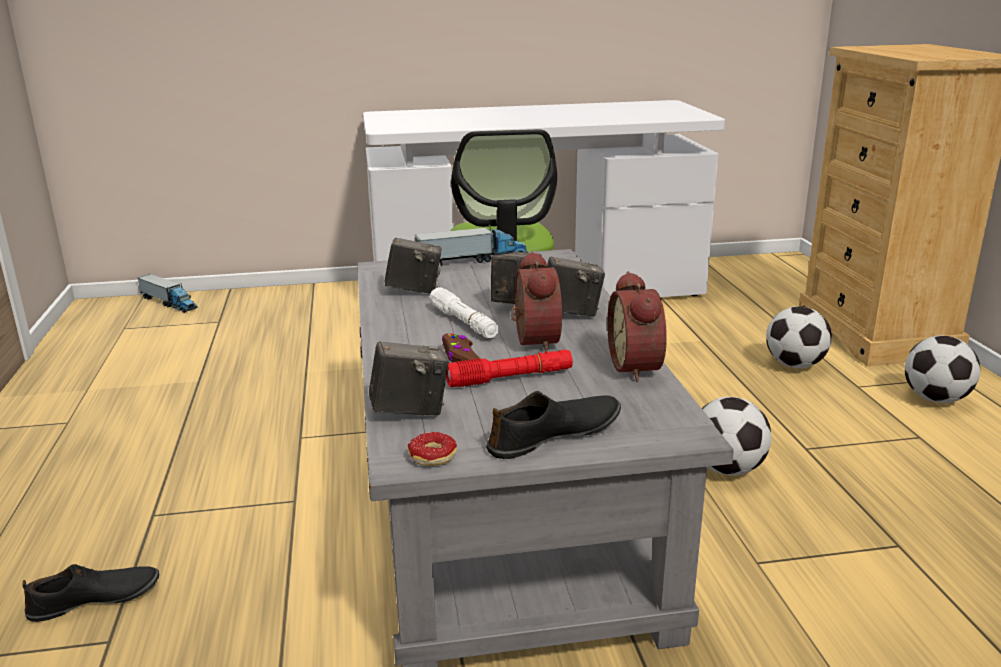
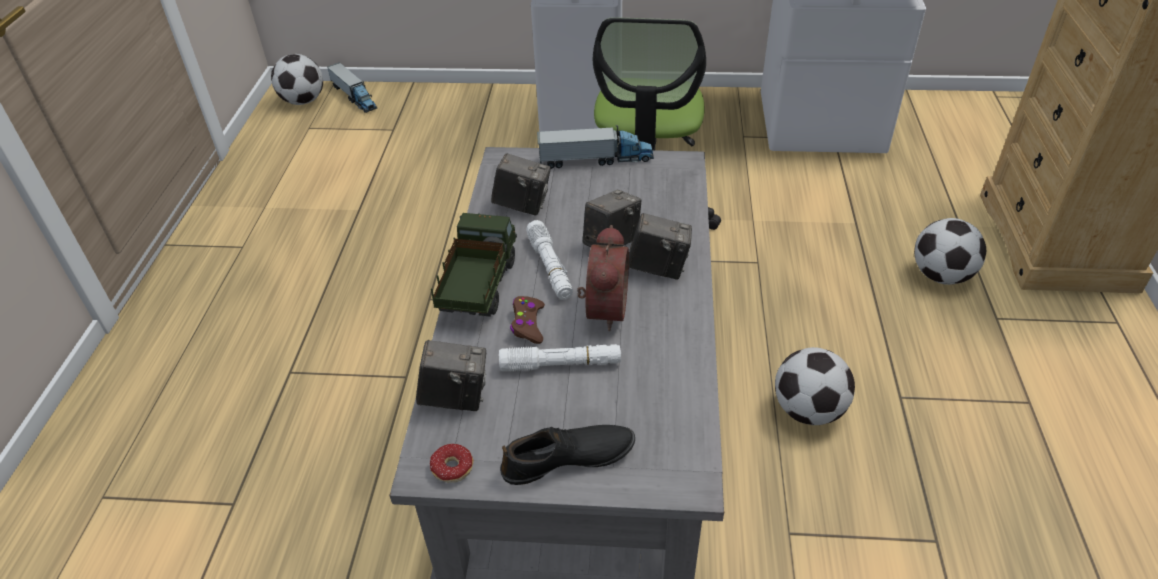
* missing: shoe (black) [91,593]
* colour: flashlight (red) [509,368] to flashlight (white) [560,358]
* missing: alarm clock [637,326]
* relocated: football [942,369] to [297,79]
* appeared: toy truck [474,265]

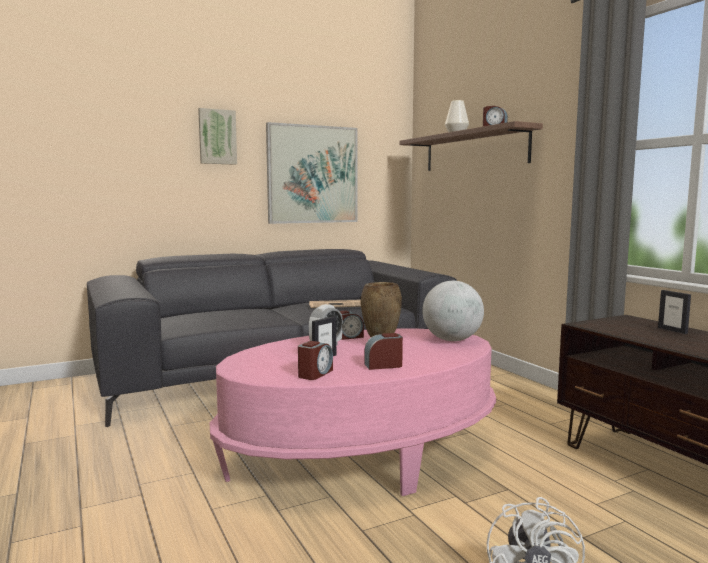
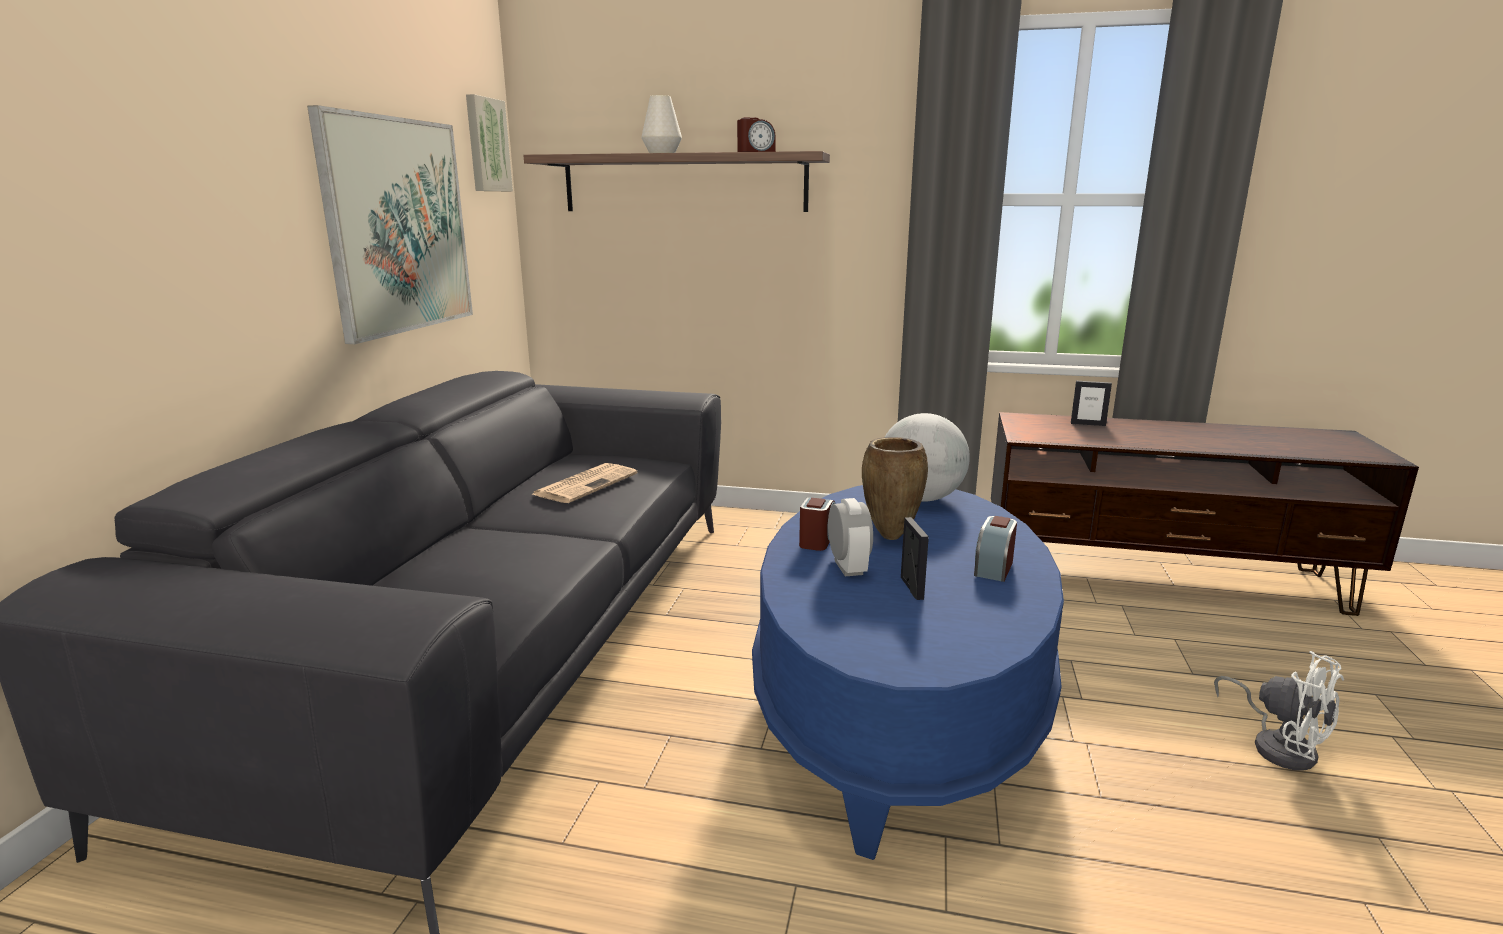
* relocated: picture [217,136] to [489,142]
* colour: coffee table (pink) [353,412] to coffee table (blue) [908,672]
* missing: alarm clock [315,360]

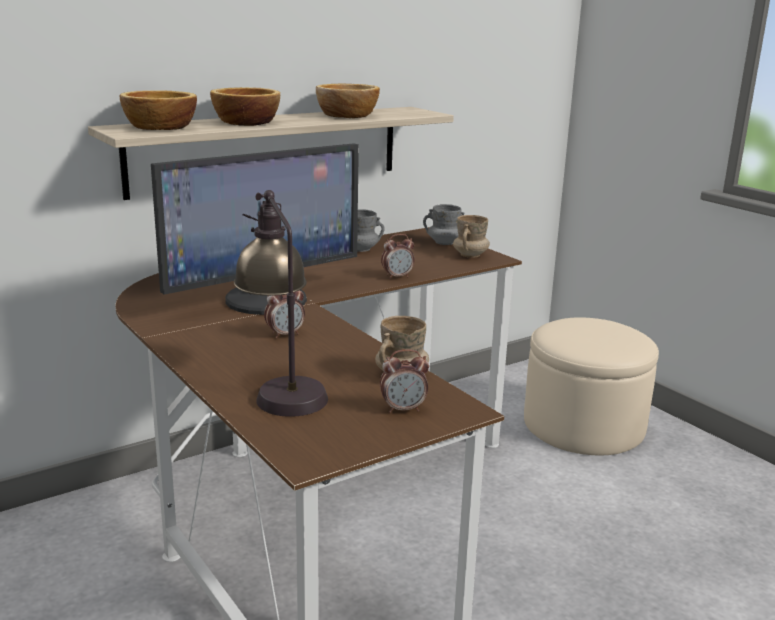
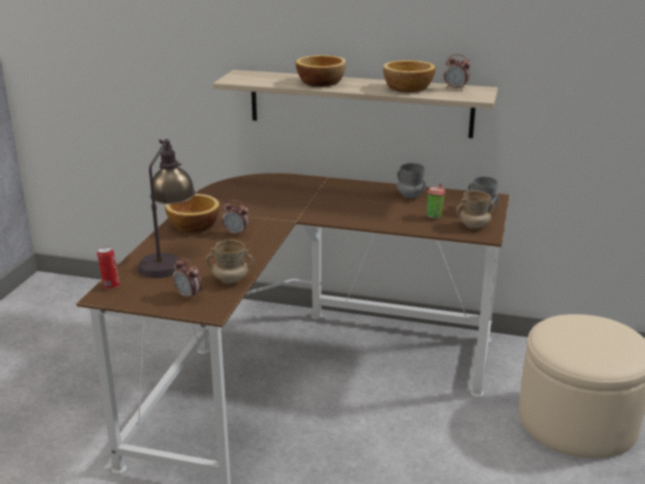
* relocated: bowl [158,110] to [192,213]
* missing: monitor [255,229]
* relocated: alarm clock [397,256] to [457,72]
* appeared: can [108,267]
* appeared: cup [436,201]

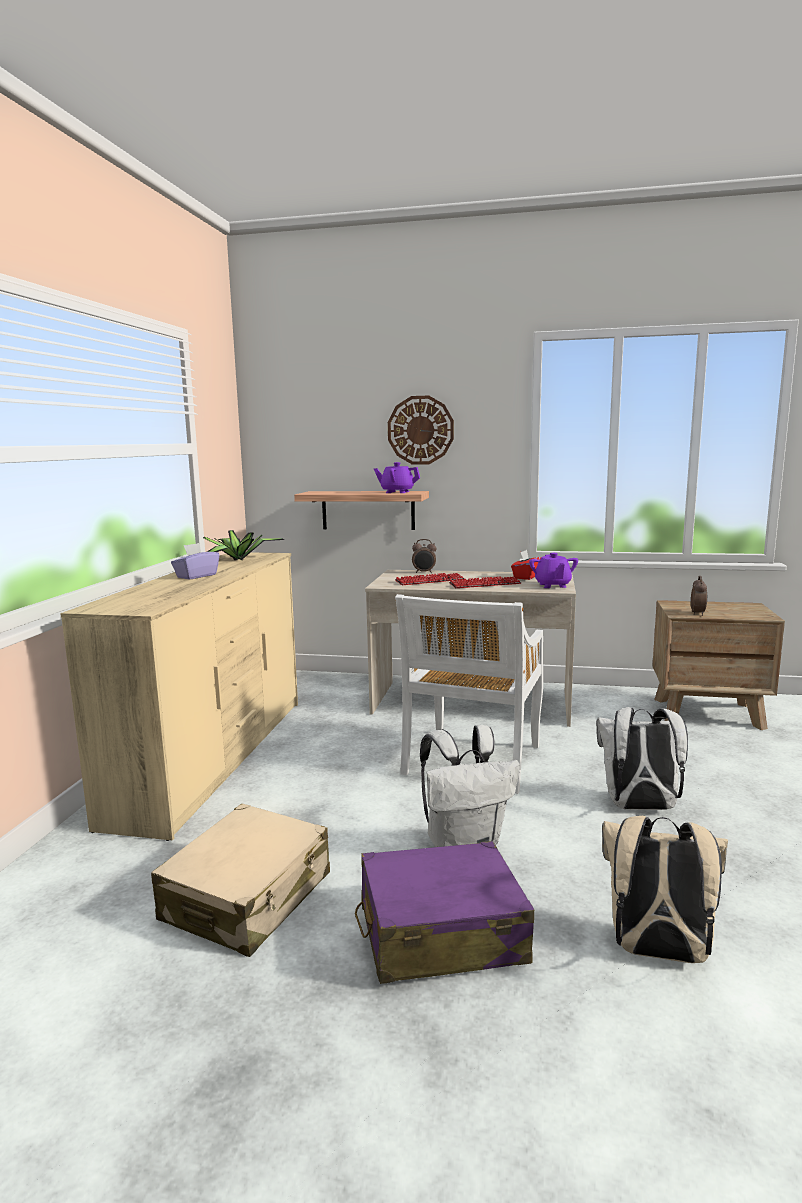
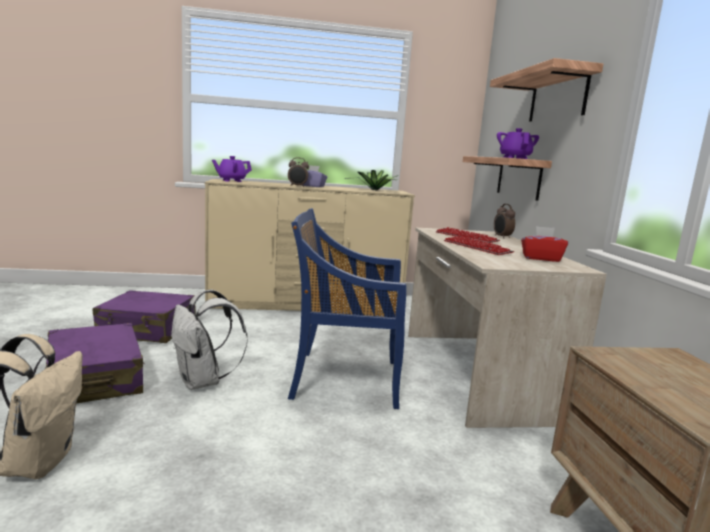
* colour: suitcase (beige) [240,880] to suitcase (purple) [144,316]
* exchanged: wall clock [421,430] to shelf [546,90]
* colour: chair (white) [469,694] to chair (blue) [347,308]
* relocated: teapot (purple) [553,570] to [232,169]
* missing: backpack (white) [642,758]
* relocated: alarm clock [699,596] to [298,172]

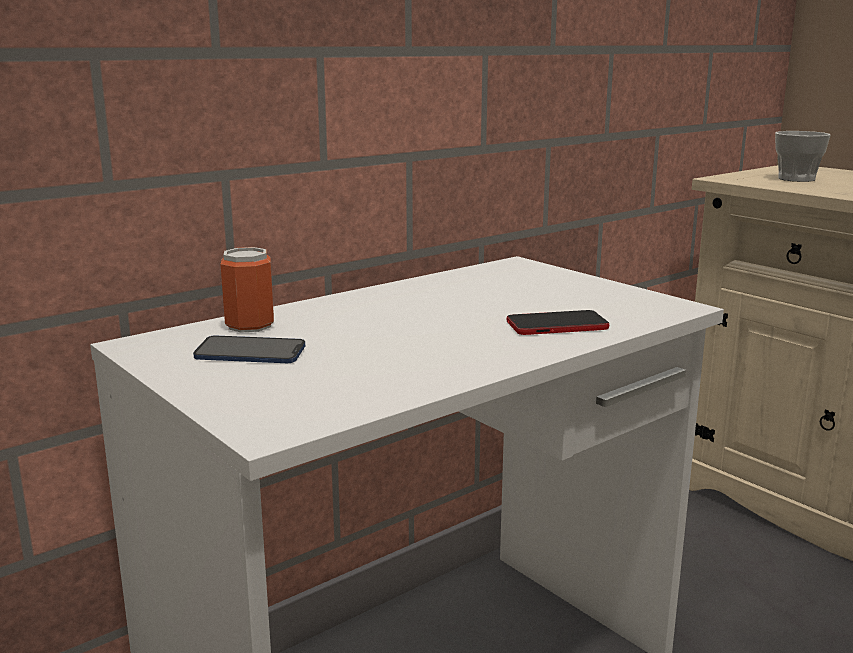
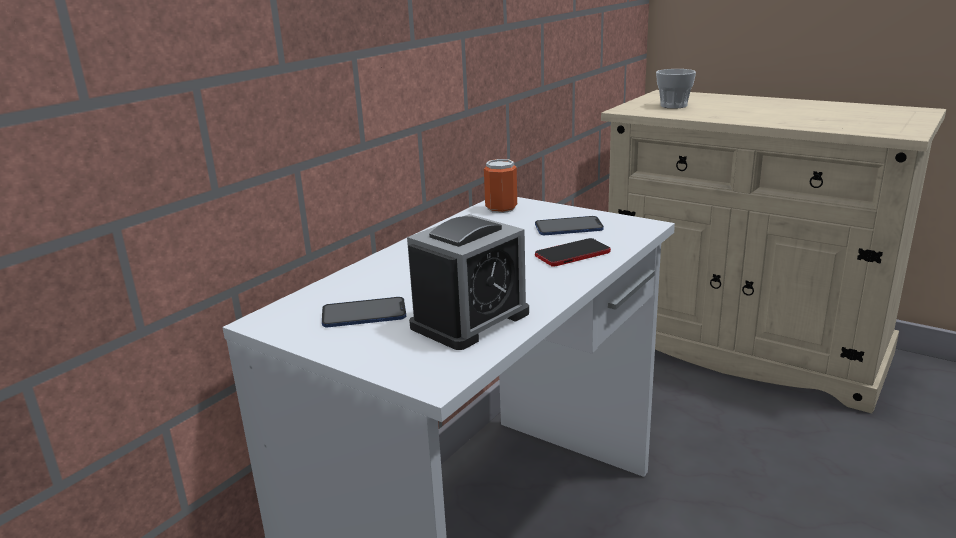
* relocated: can [247,290] to [500,186]
* appeared: alarm clock [468,282]
* appeared: phone [569,225]

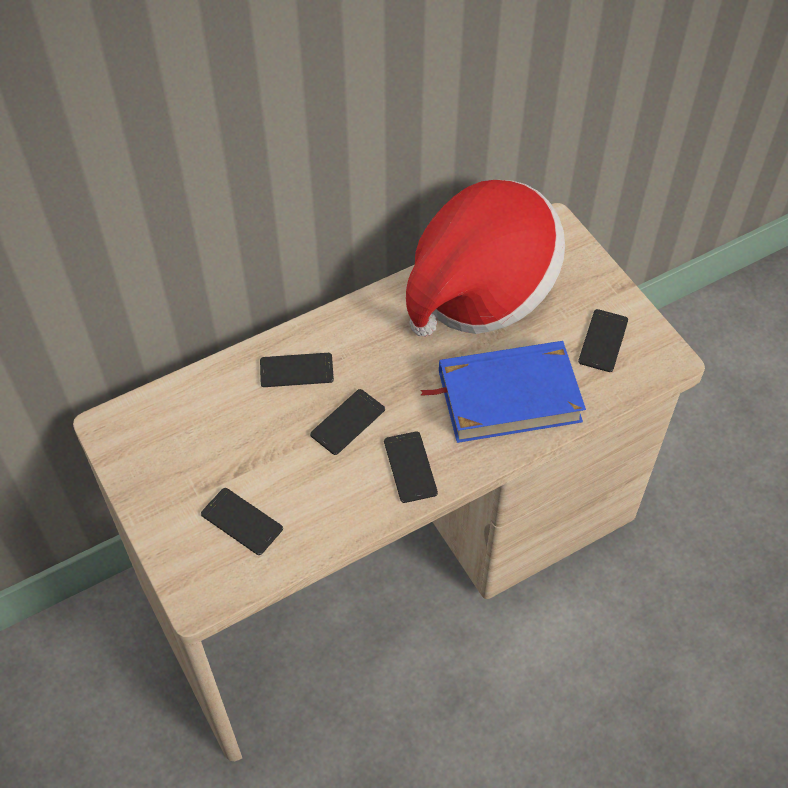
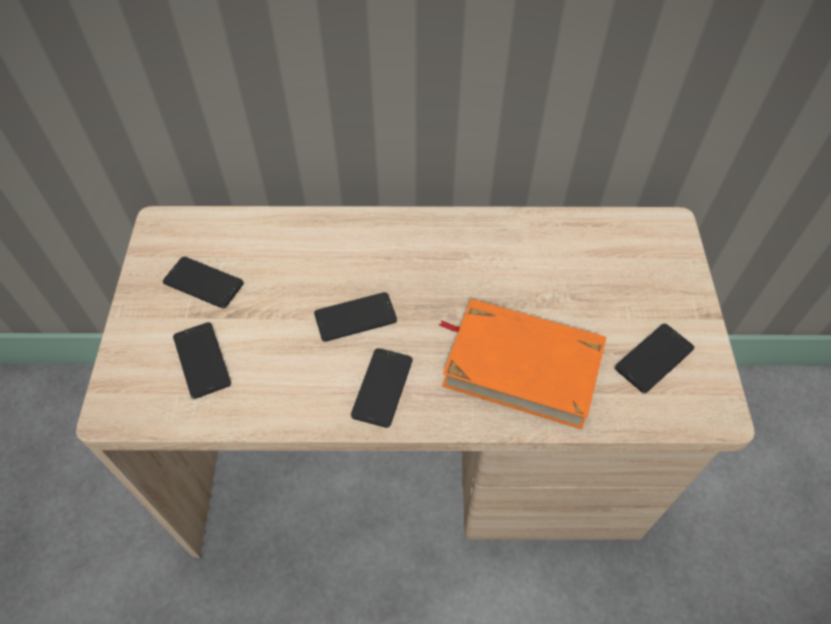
* relocated: phone [297,370] to [203,282]
* missing: hat [485,258]
* colour: book (blue) [503,392] to book (orange) [522,364]

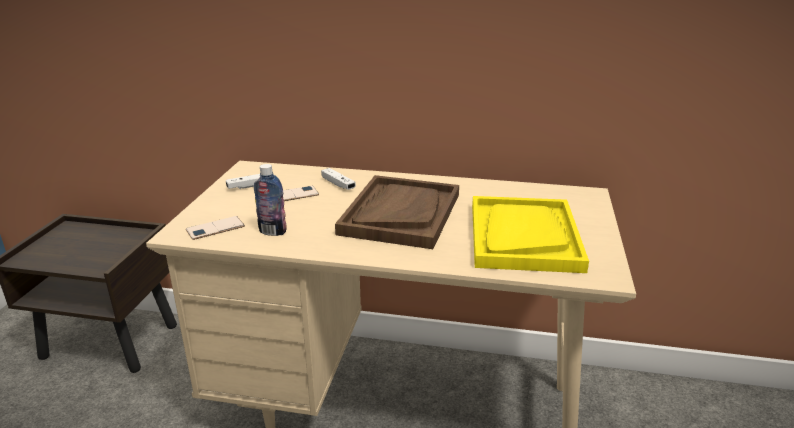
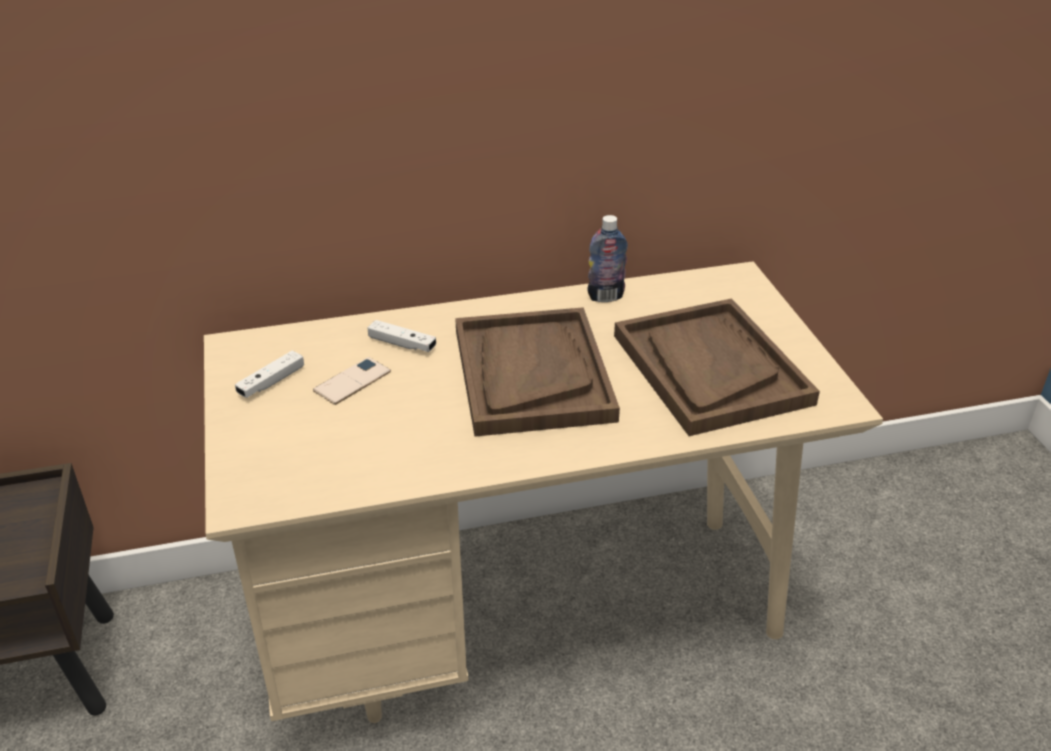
* missing: phone [215,228]
* relocated: bottle [270,200] to [607,258]
* colour: tray (yellow) [530,234] to tray (brown) [717,367]

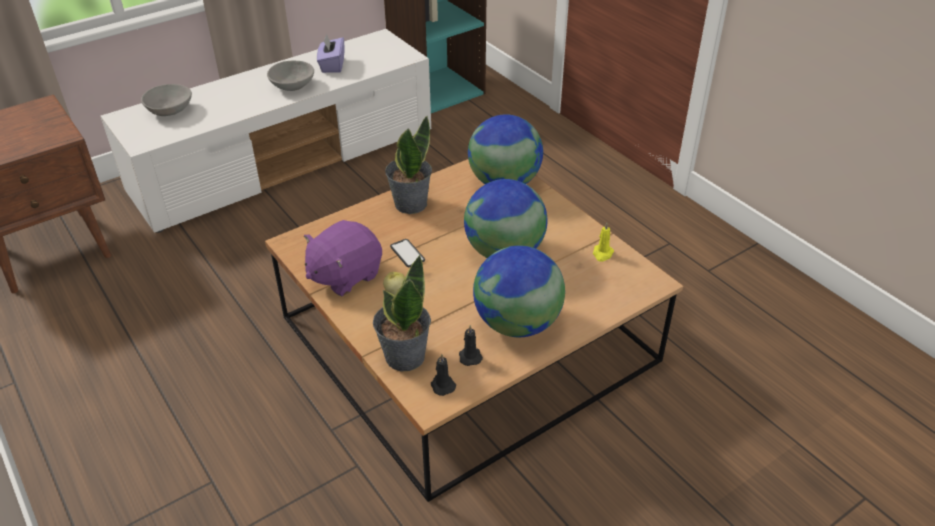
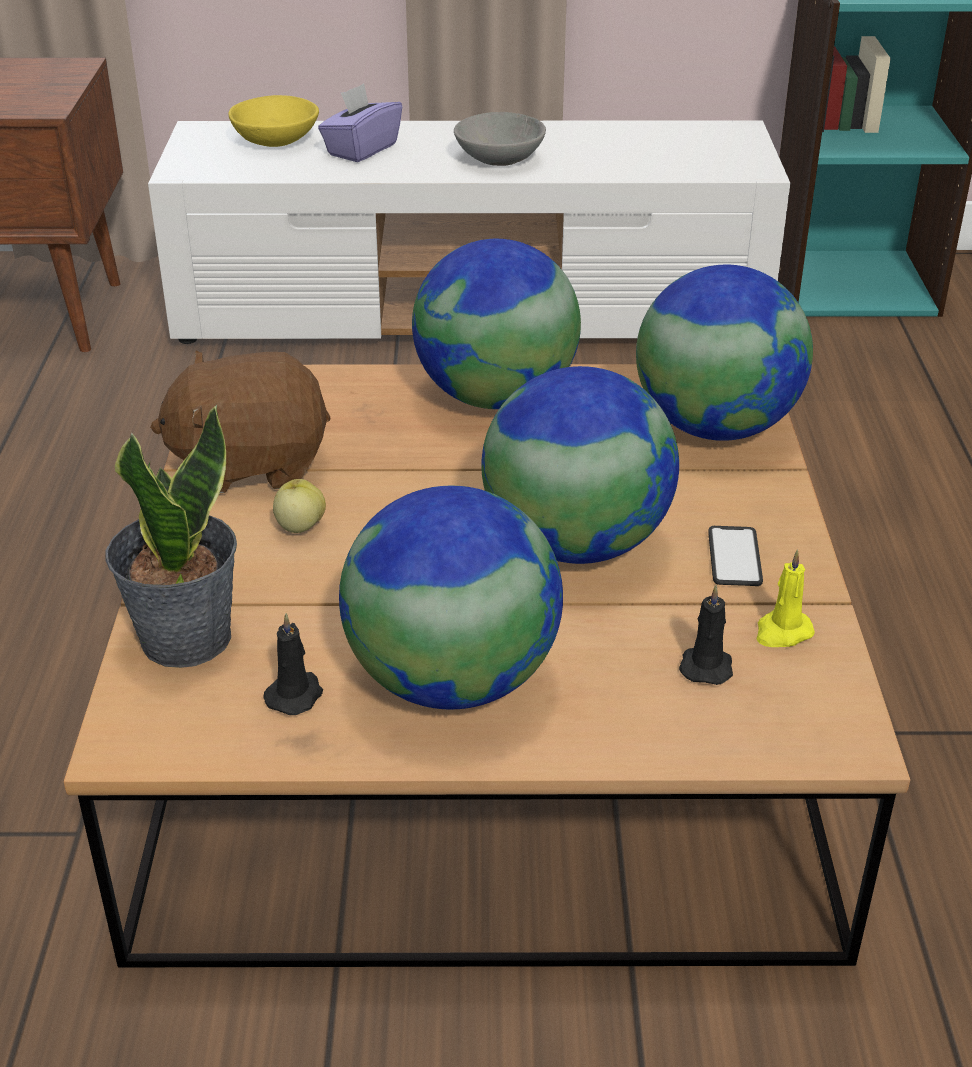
* colour: bowl (grey) [166,100] to bowl (yellow) [273,121]
* colour: plush toy (purple) [343,258] to plush toy (brown) [240,422]
* relocated: tissue box (purple) [330,53] to [360,122]
* exchanged: potted plant [408,164] to globe [496,324]
* relocated: phone [407,253] to [735,556]
* relocated: candle (black) [443,375] to [706,635]

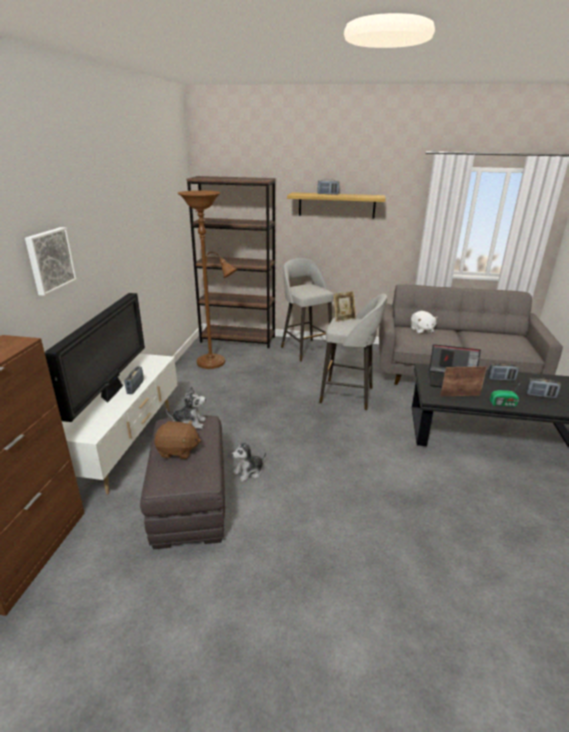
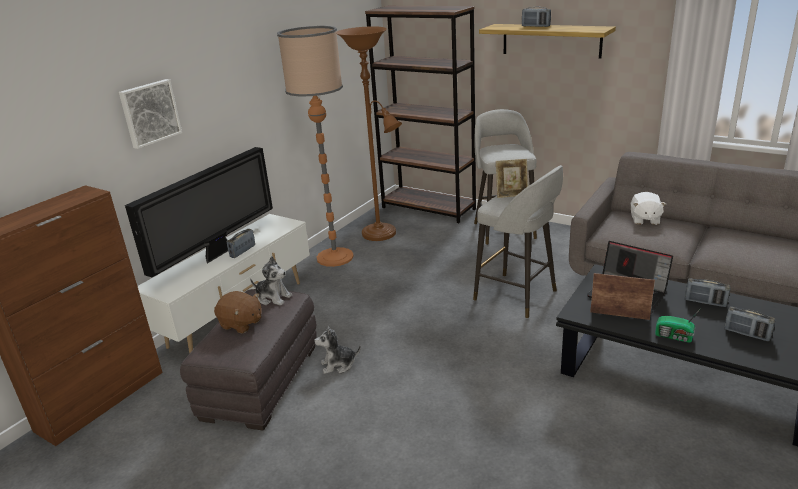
* appeared: floor lamp [315,146]

